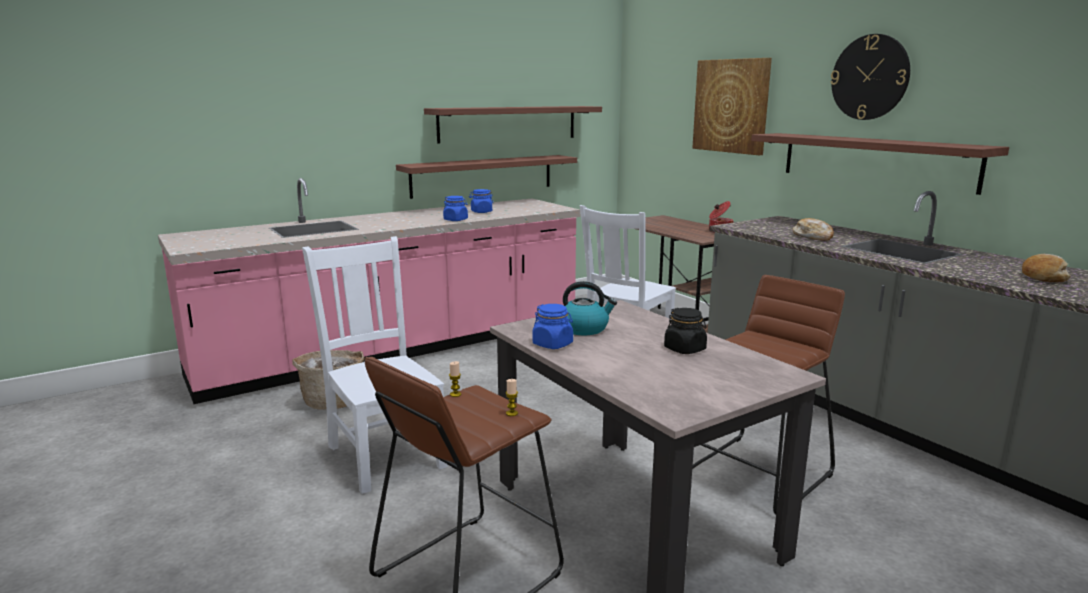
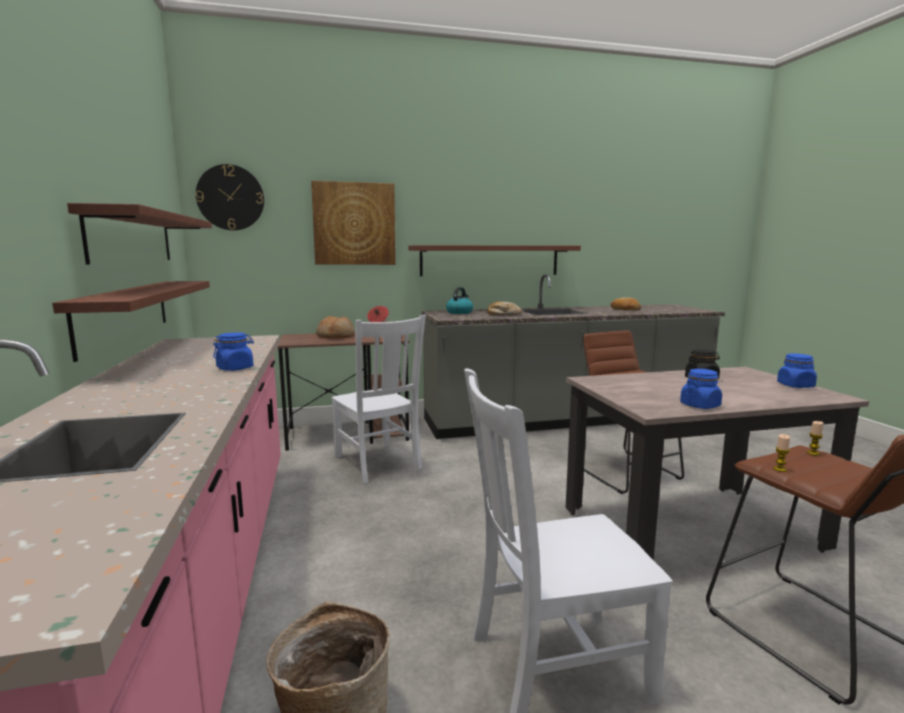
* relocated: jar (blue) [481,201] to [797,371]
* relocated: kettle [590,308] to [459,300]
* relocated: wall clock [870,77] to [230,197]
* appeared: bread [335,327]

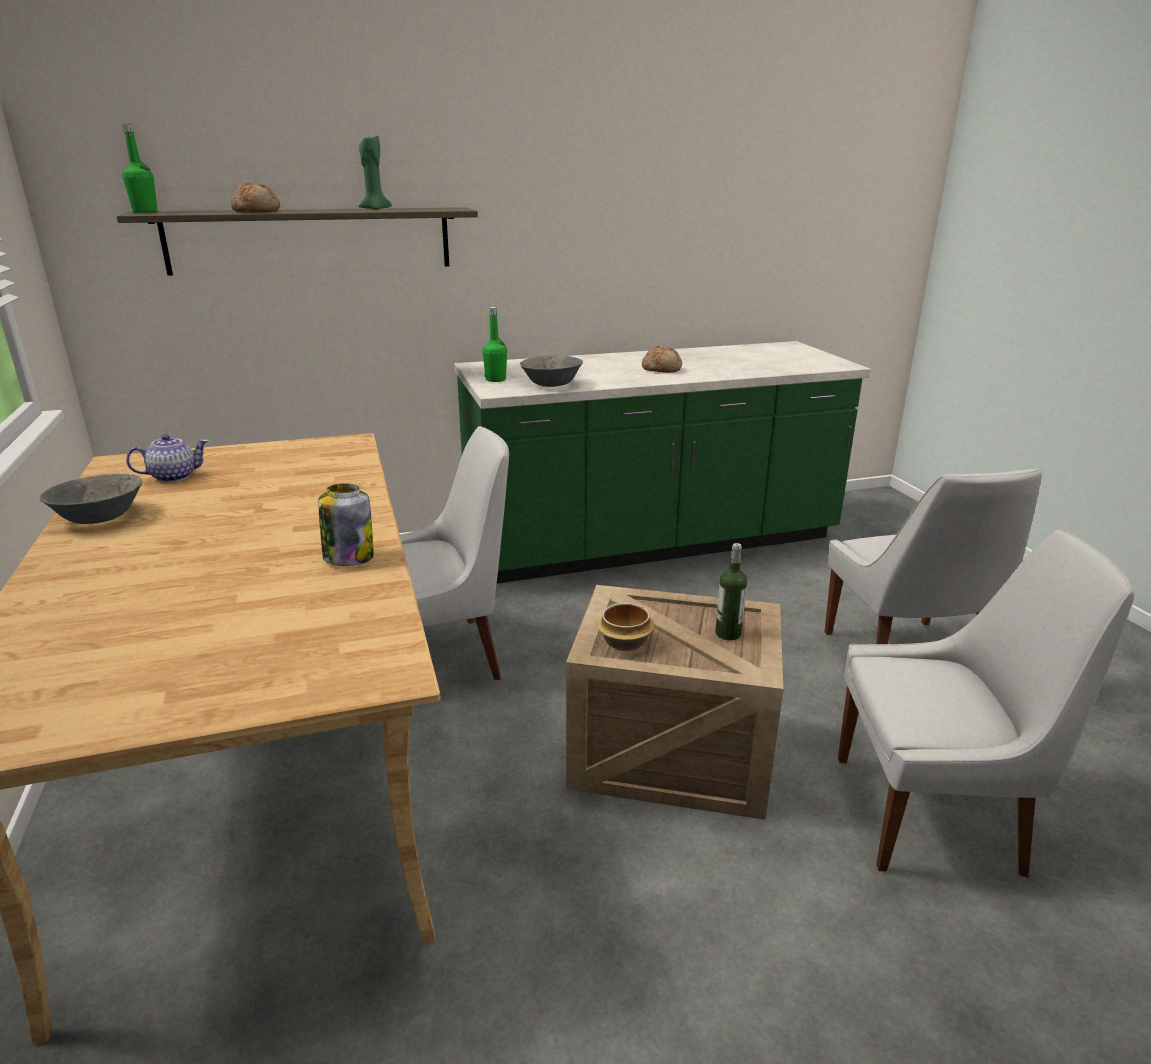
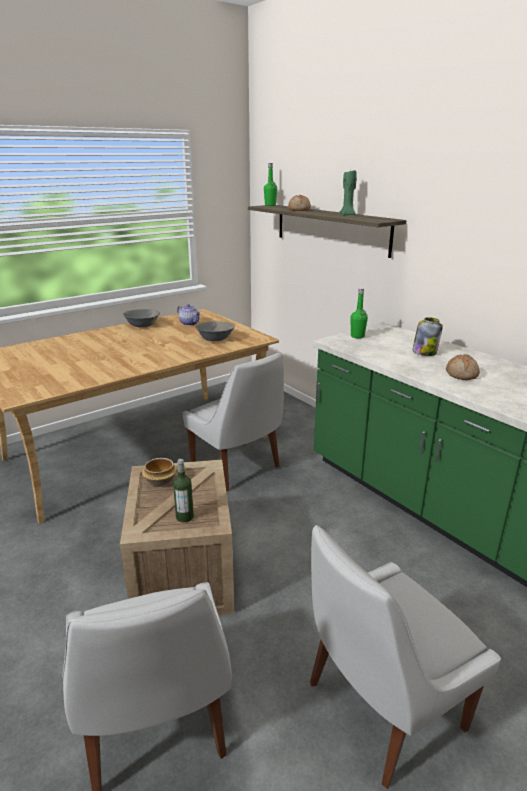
* relocated: jar [346,524] to [427,336]
* relocated: bowl (grey) [551,371] to [215,331]

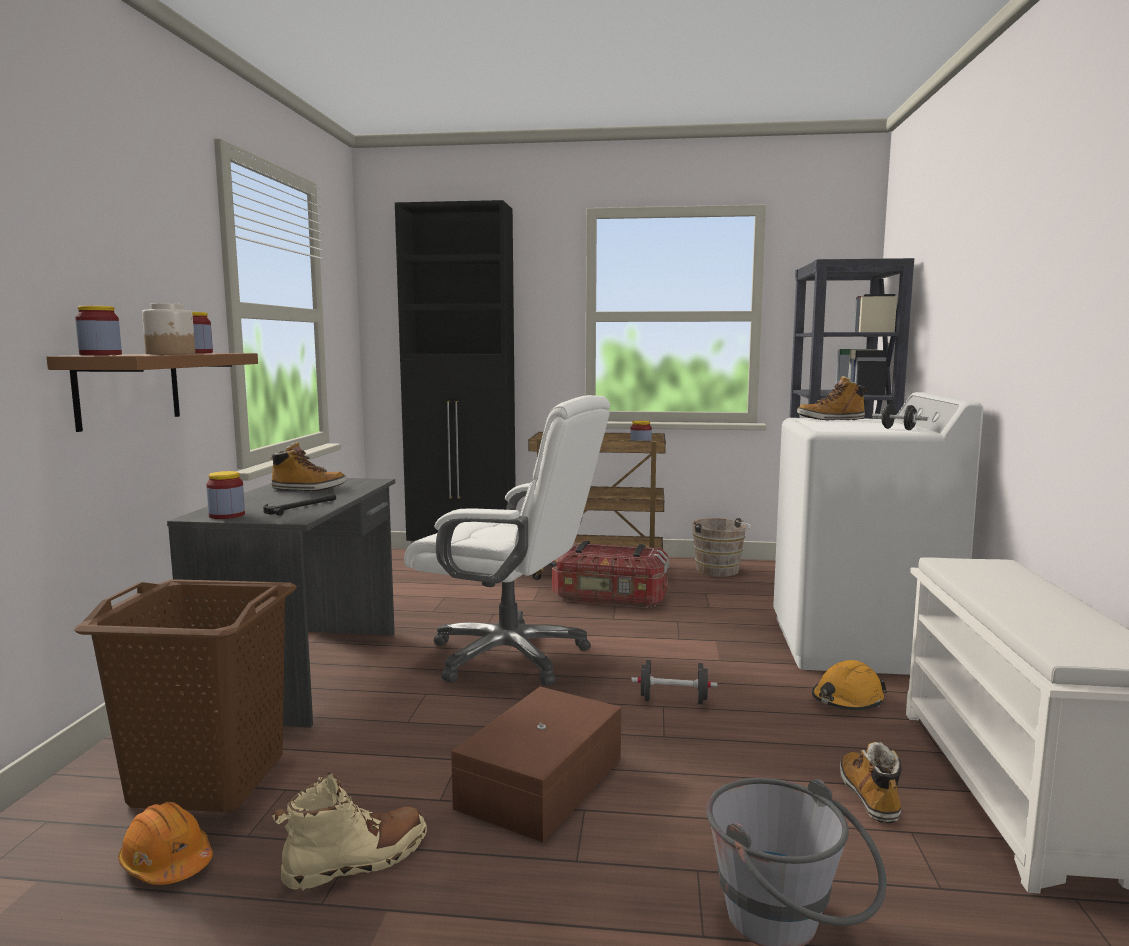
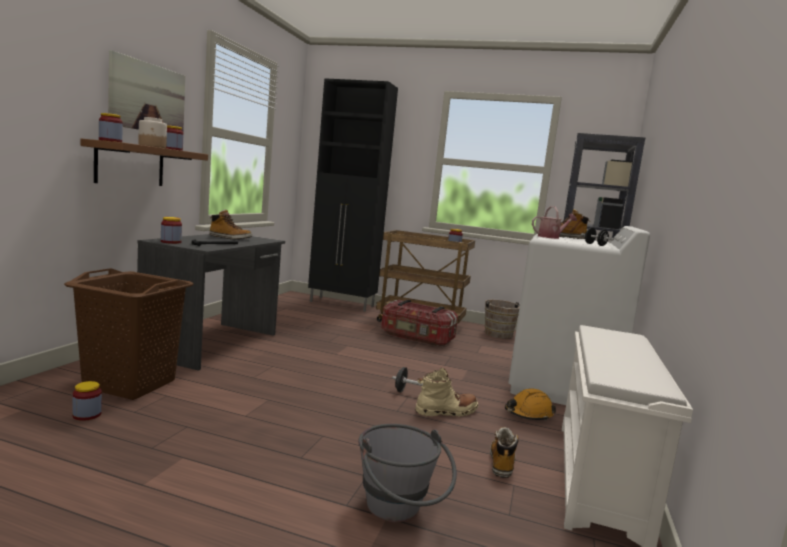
* exchanged: hard hat (orange) [165,843] to jar [87,401]
* relocated: boot (beige) [349,831] to [446,392]
* missing: office chair (white) [507,540]
* missing: storage box (brown) [536,764]
* appeared: picture [146,91]
* appeared: watering can [554,222]

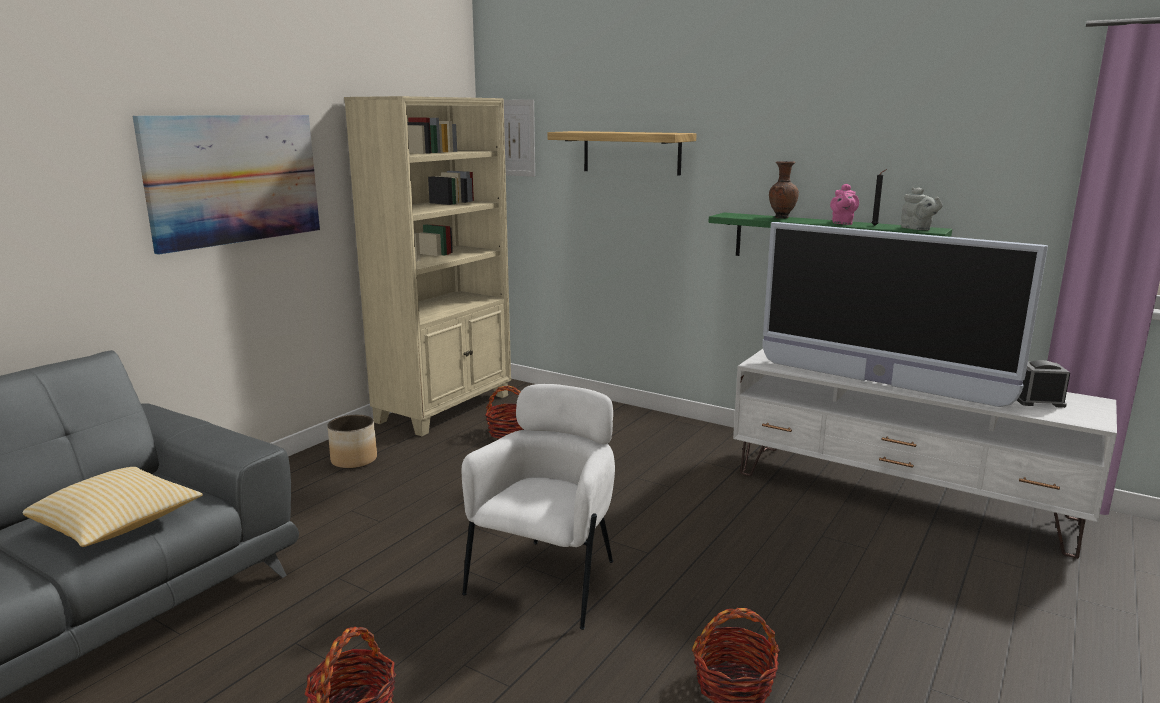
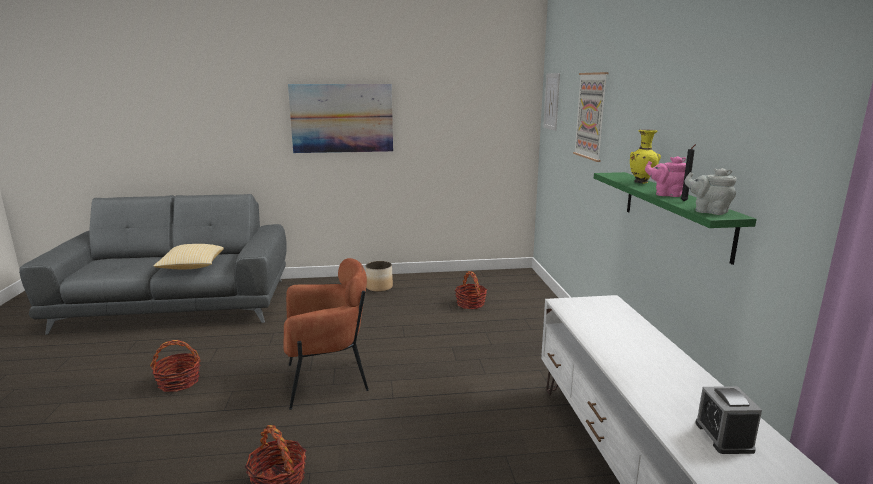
* missing: bookcase (beige) [427,266]
* colour: armchair (white) [538,507] to armchair (brown) [326,334]
* exchanged: shelf [622,153] to picture [591,117]
* missing: television [905,314]
* colour: vase (brown) [784,189] to vase (yellow) [645,156]
* spun: teapot (pink) [844,204] = [665,176] 45 degrees clockwise
* spun: teapot (grey) [922,208] = [711,191] 105 degrees clockwise
* spun: alarm clock [1043,384] = [728,420] 150 degrees counterclockwise

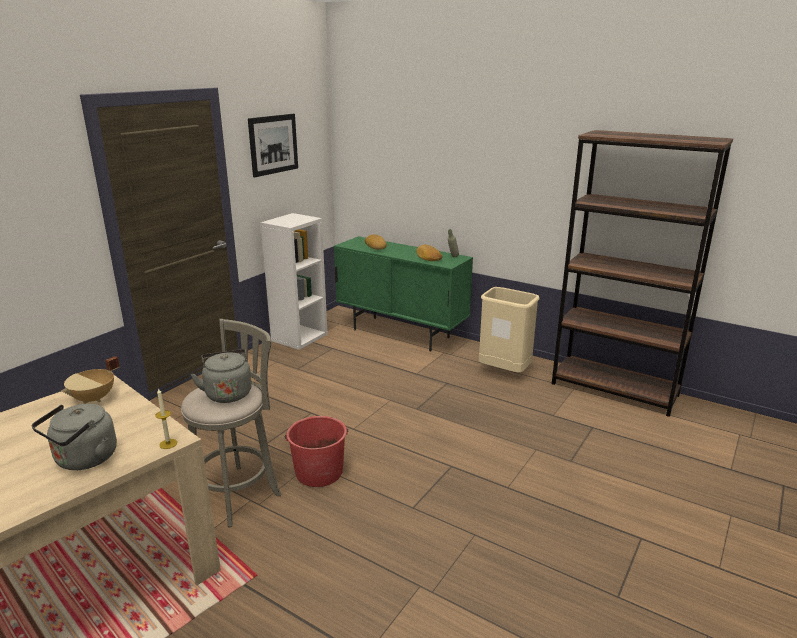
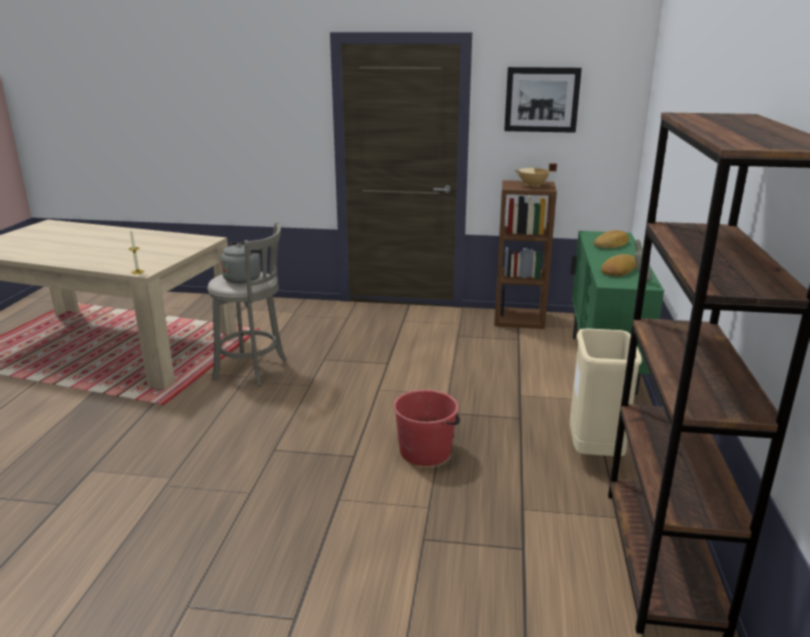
* missing: kettle (grey) [74,437]
* relocated: cooking pot (beige) [91,380] to [536,175]
* colour: bookcase (white) [294,281] to bookcase (brown) [525,254]
* relocated: bucket (red) [316,451] to [426,427]

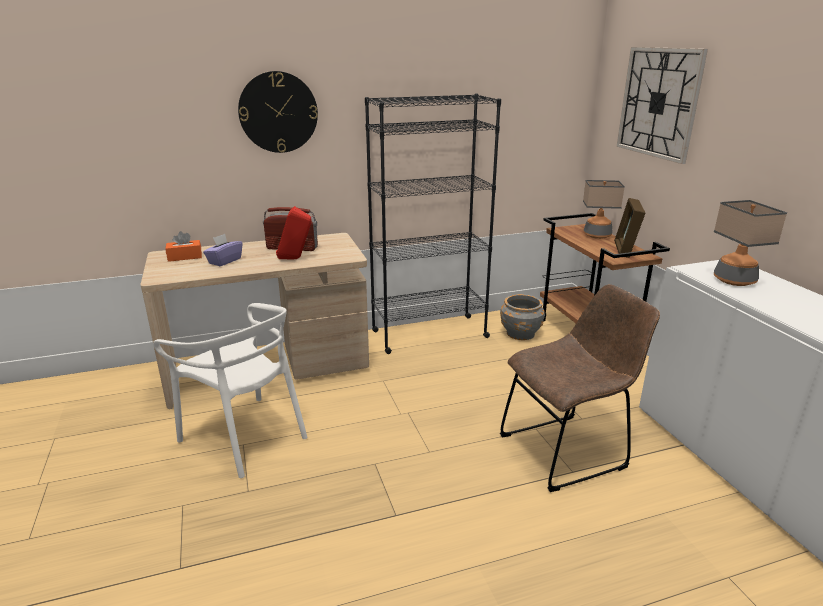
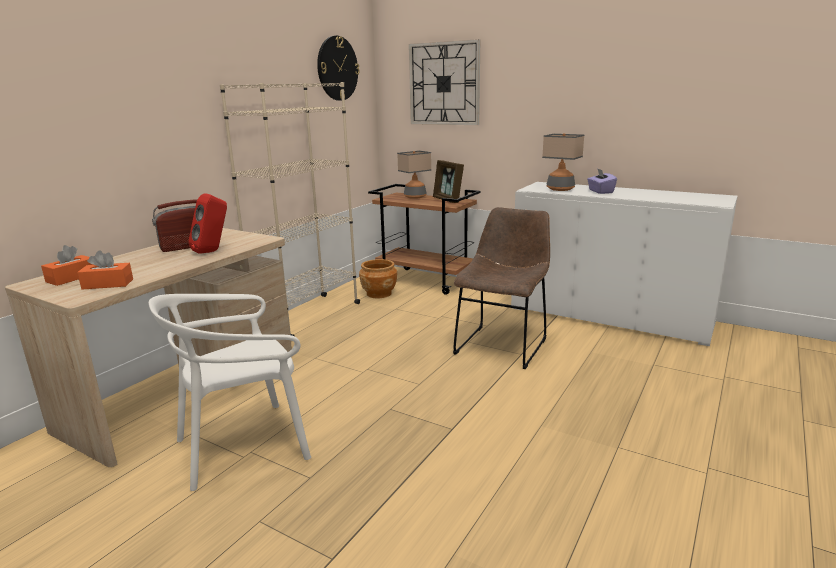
* spun: chair (white) [230,390] = [230,392] 150 degrees clockwise
* relocated: tissue box (purple) [223,250] to [602,181]
* relocated: wall clock [278,112] to [338,68]
* colour: bookcase (black) [433,224] to bookcase (beige) [290,209]
* colour: planter (grey) [522,317] to planter (brown) [378,278]
* appeared: tissue box (orange) [105,270]

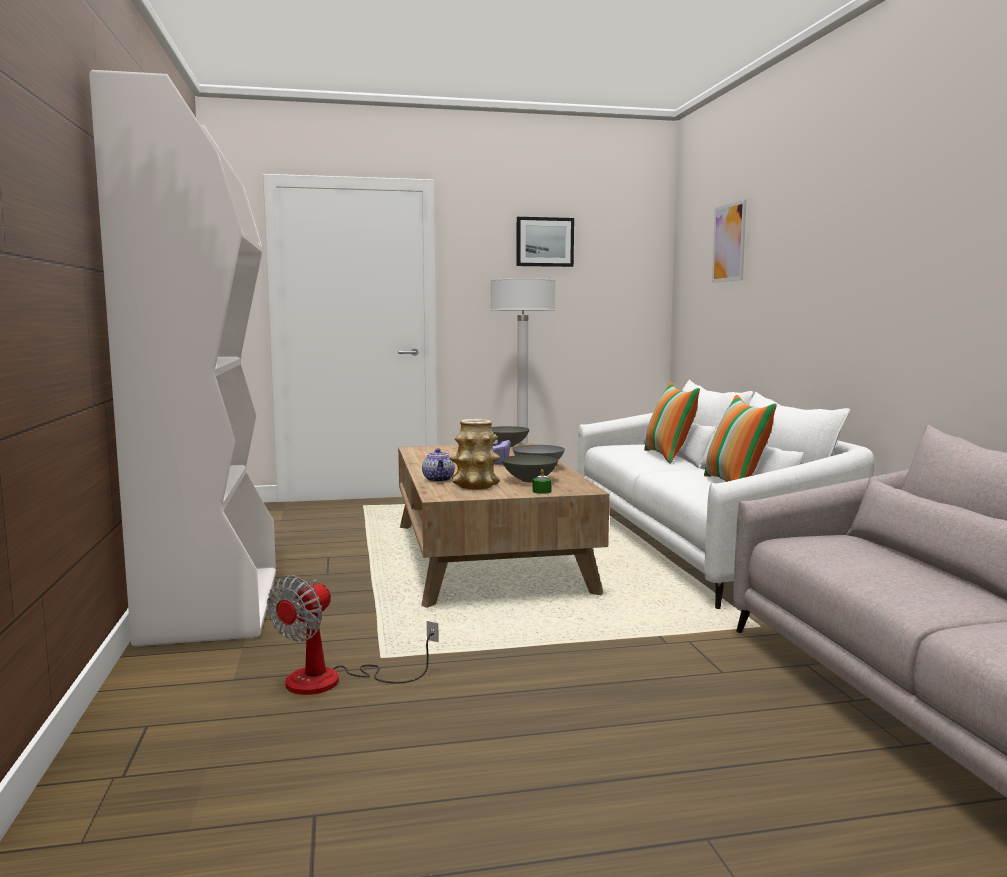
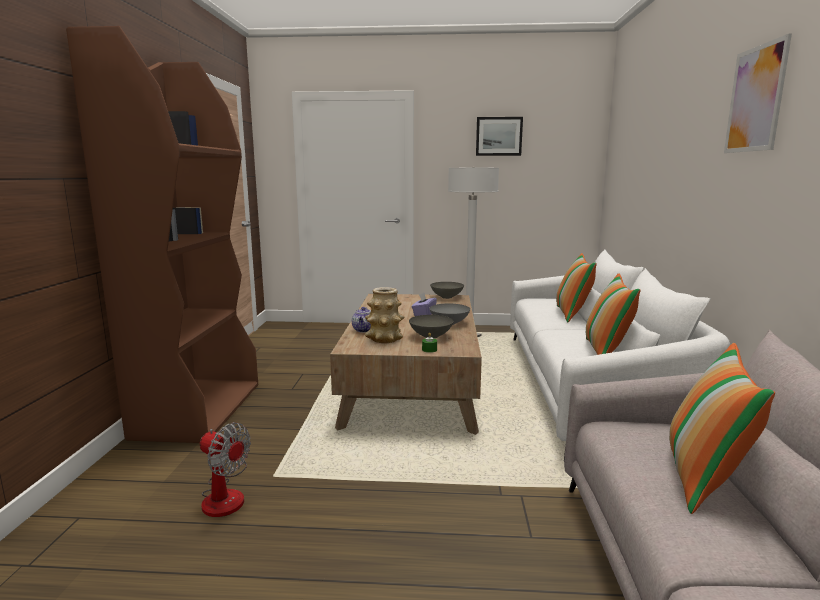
* colour: bookcase (white) [182,358] to bookcase (brown) [162,234]
* spun: fan [353,635] = [225,469] 105 degrees counterclockwise
* relocated: picture [729,241] to [758,93]
* appeared: pillow [722,428]

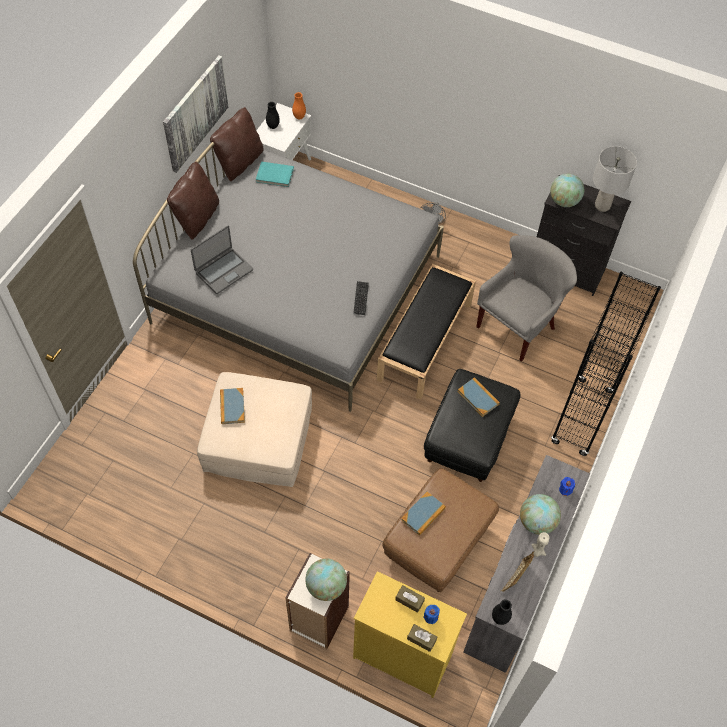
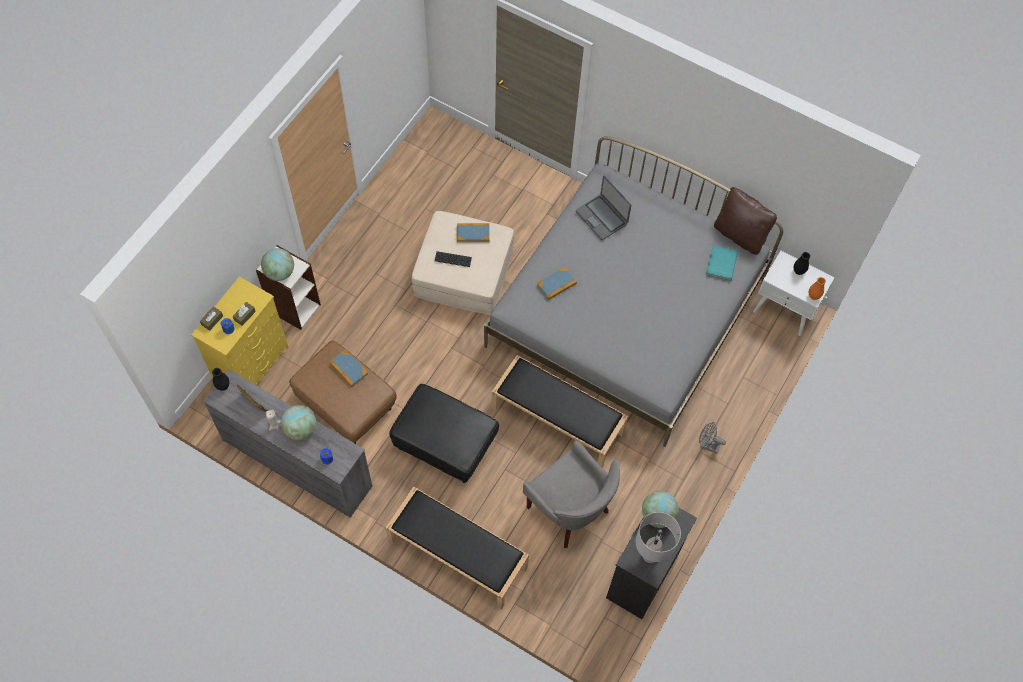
* missing: picture [195,114]
* missing: pillow (brown) [193,201]
* relocated: keyboard [361,298] to [453,259]
* relocated: book [478,397] to [557,283]
* exchanged: bookcase (black) [606,364] to bench (black) [457,548]

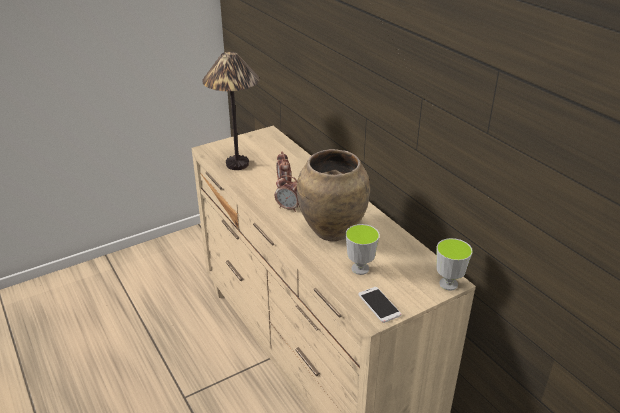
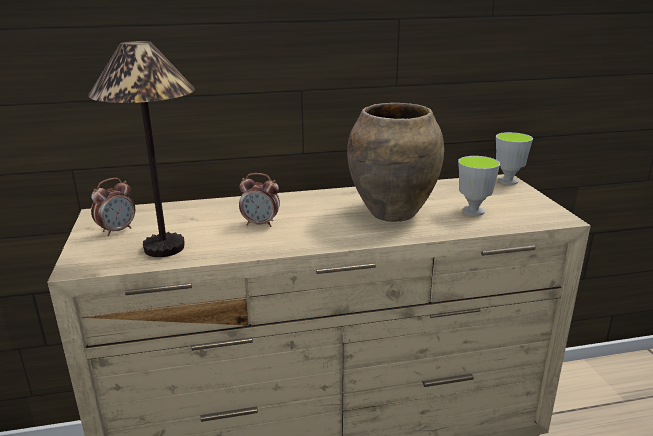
* relocated: alarm clock [287,193] to [113,207]
* missing: phone [379,305]

